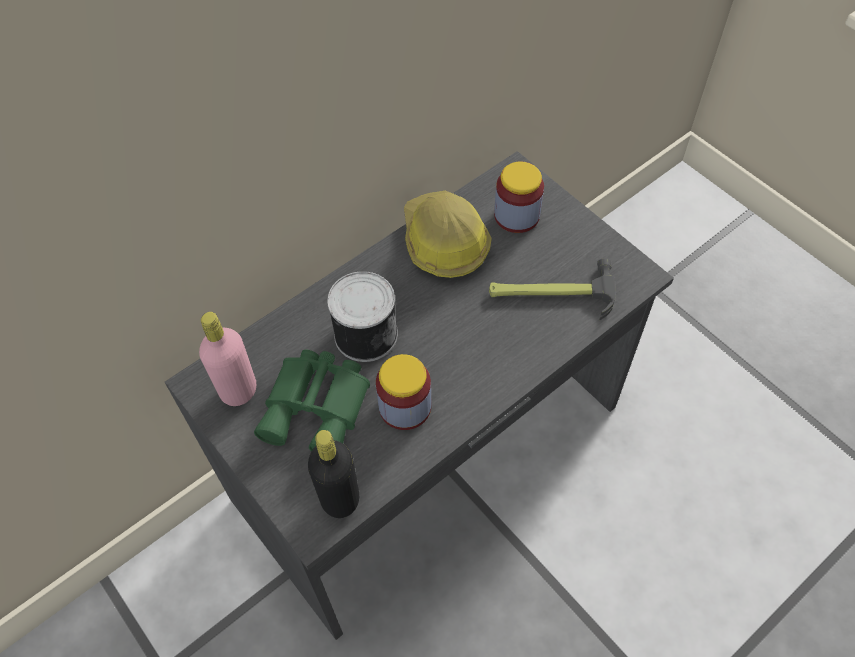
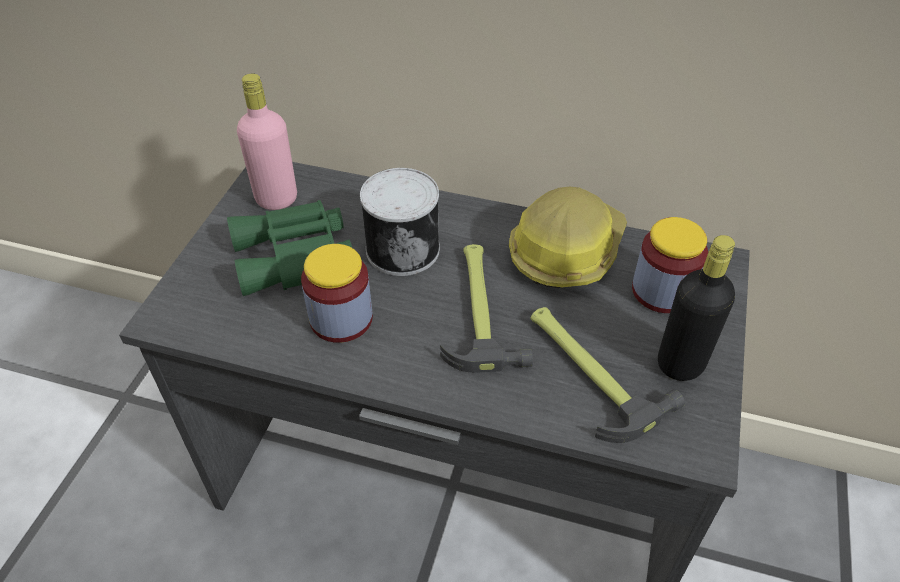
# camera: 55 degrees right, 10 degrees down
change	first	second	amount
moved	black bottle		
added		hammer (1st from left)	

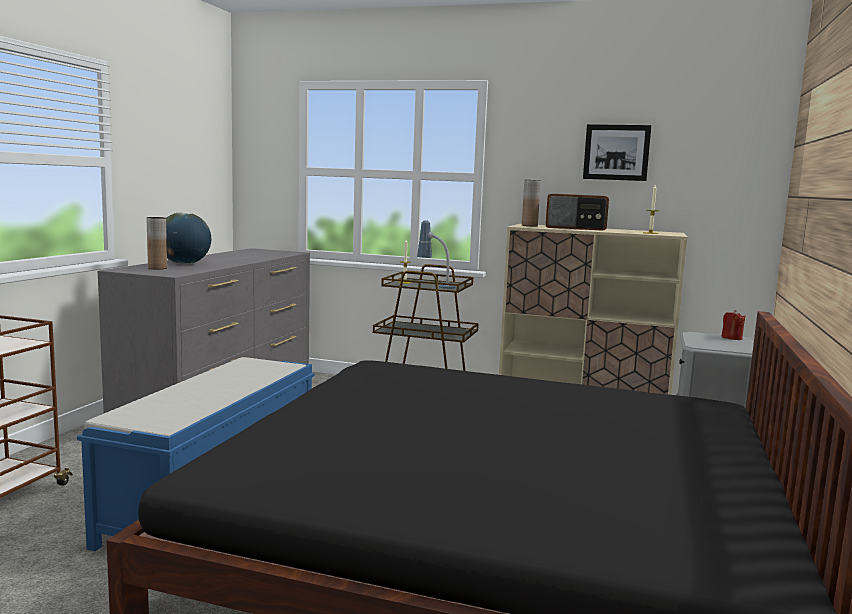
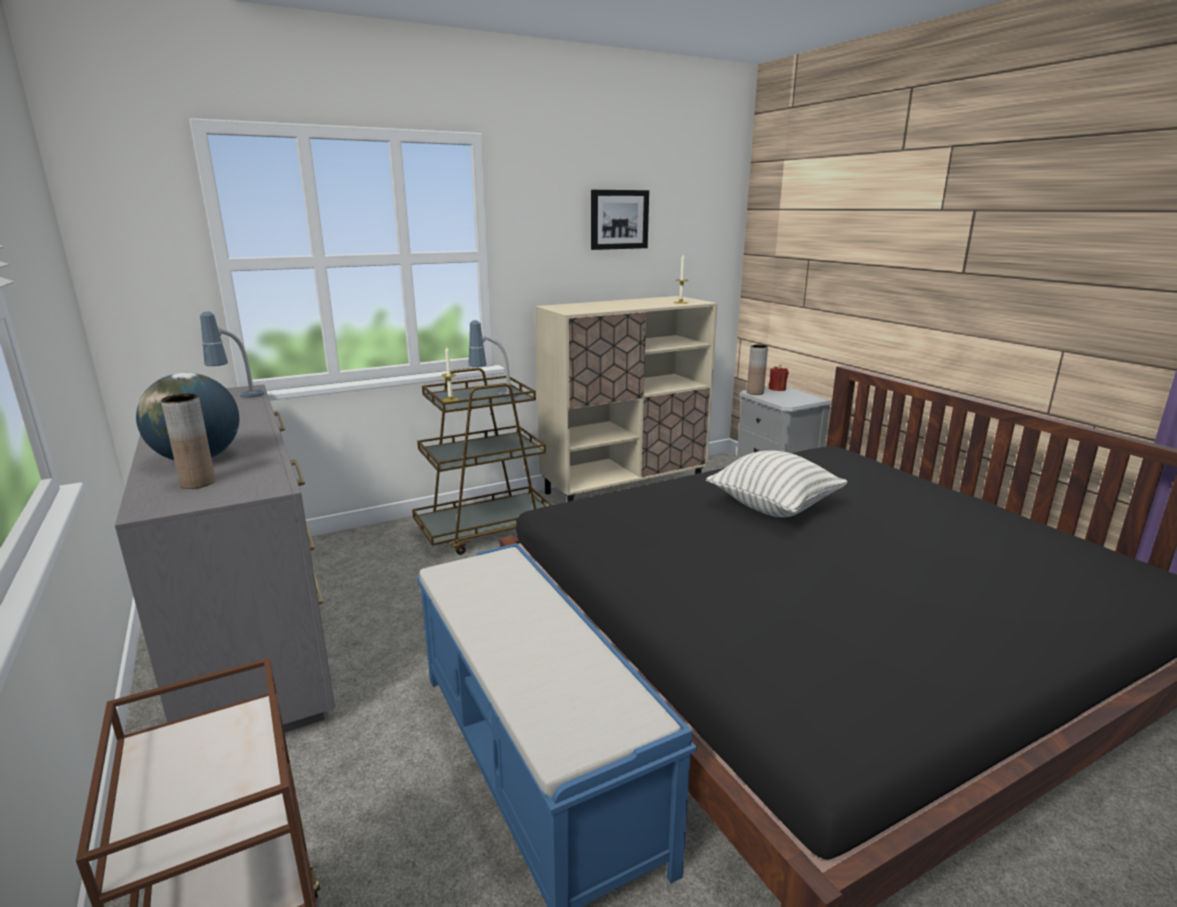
# camera: 45 degrees left, 10 degrees up
change	first	second	amount
moved	brown vase (2nd from left)		
removed	radio		
added		table lamp (1st from left)	
added		pillow	

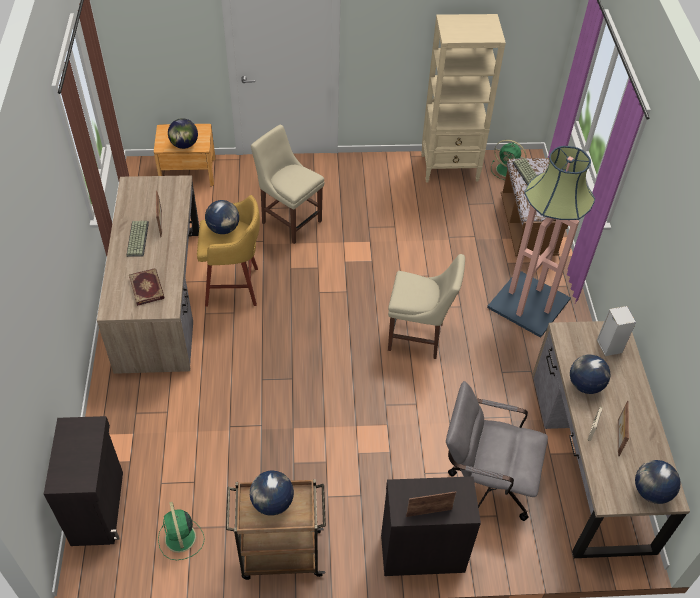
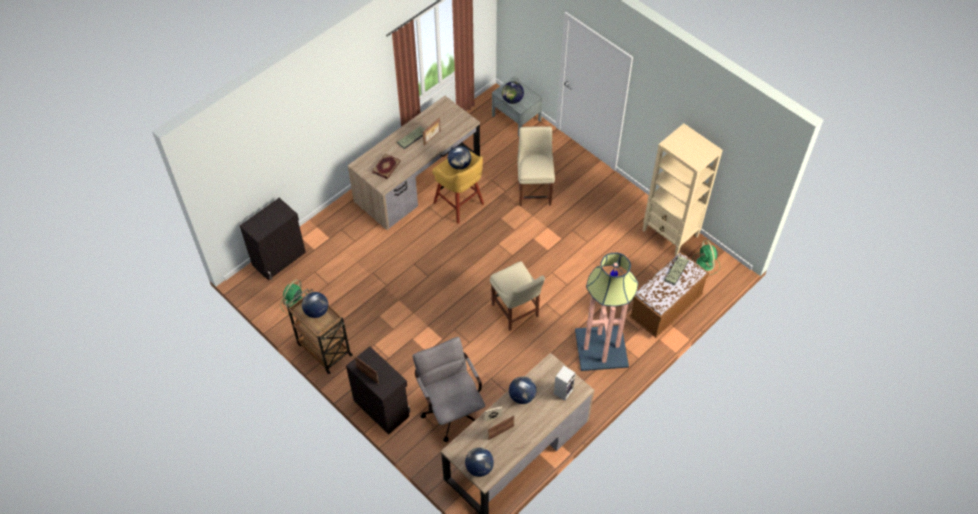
# camera: 50 degrees right, 5 degrees up
change	first	second	amount
recoloured	brown nightstand	grey nightstand	

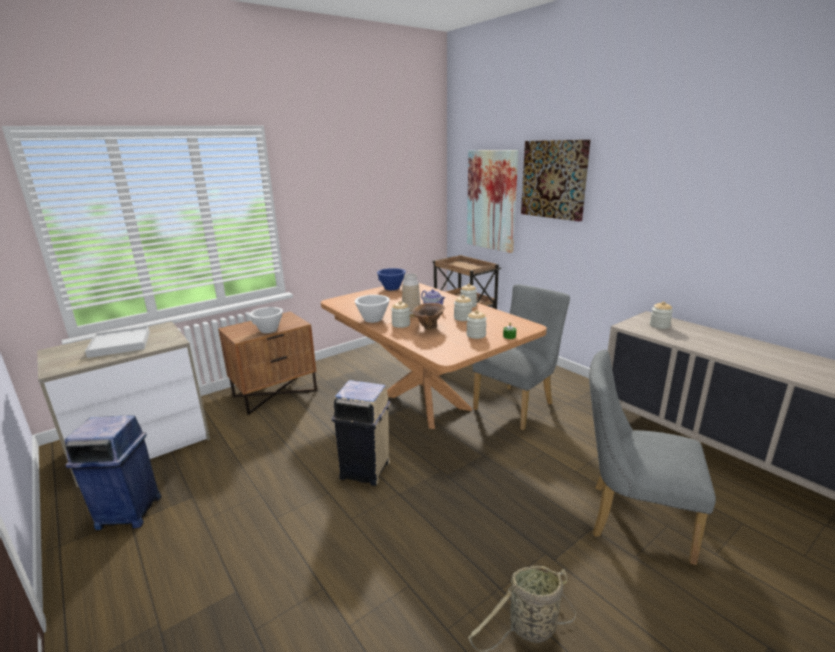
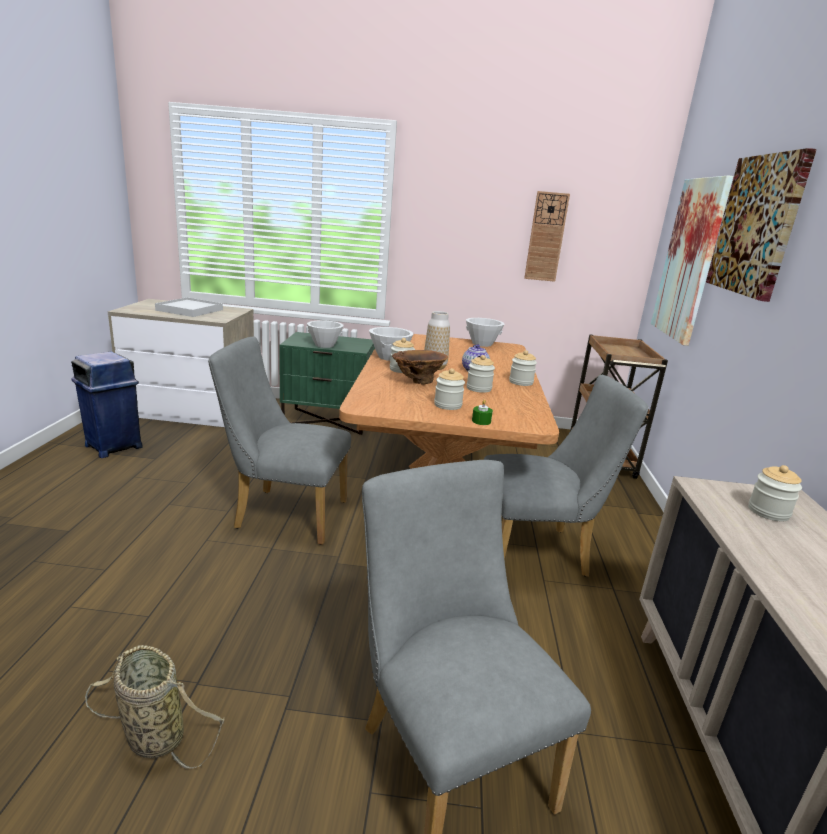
# camera: 40 degrees right, 0 degrees up
change	first	second	amount
recoloured	brown nightstand	green nightstand	
replaced	beige trash can	grey chair (1st from left)	
recoloured	blue bowl	white bowl (3rd from left)	
added		wall clock	

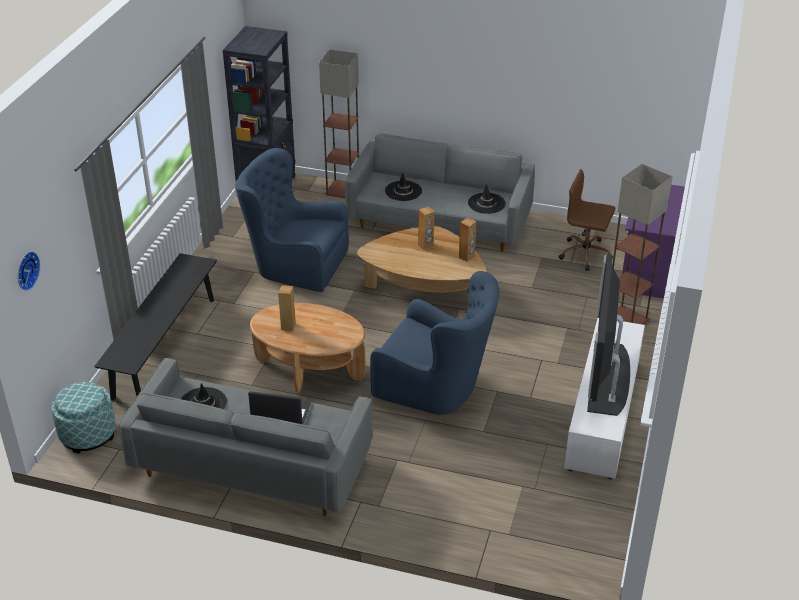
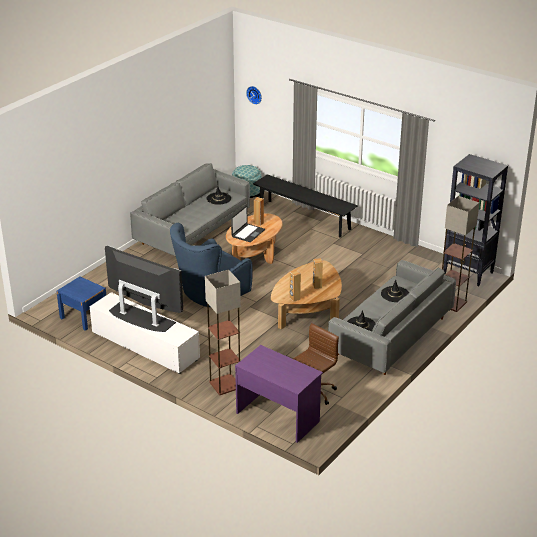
# camera: 110 degrees right, 5 degrees down
change	first	second	amount
removed	blue armchair (1st from left)		
moved	laptop		
added		blue nightstand	

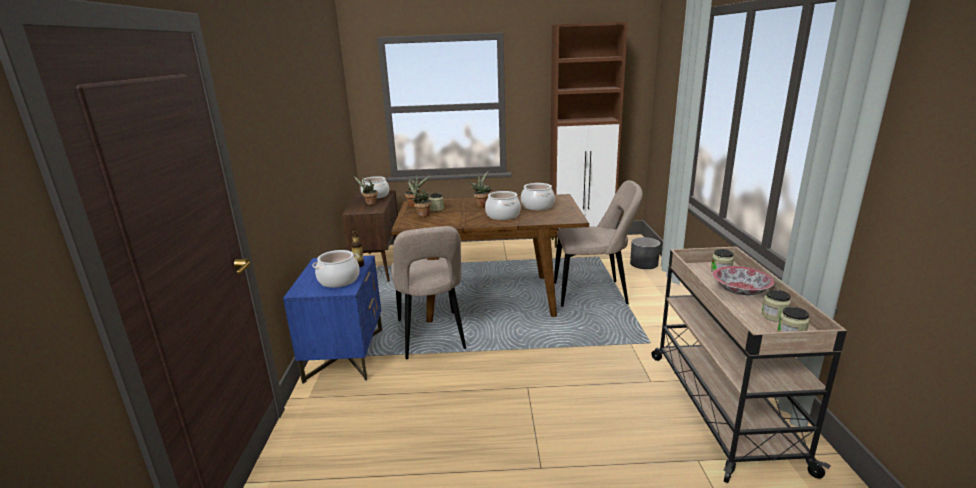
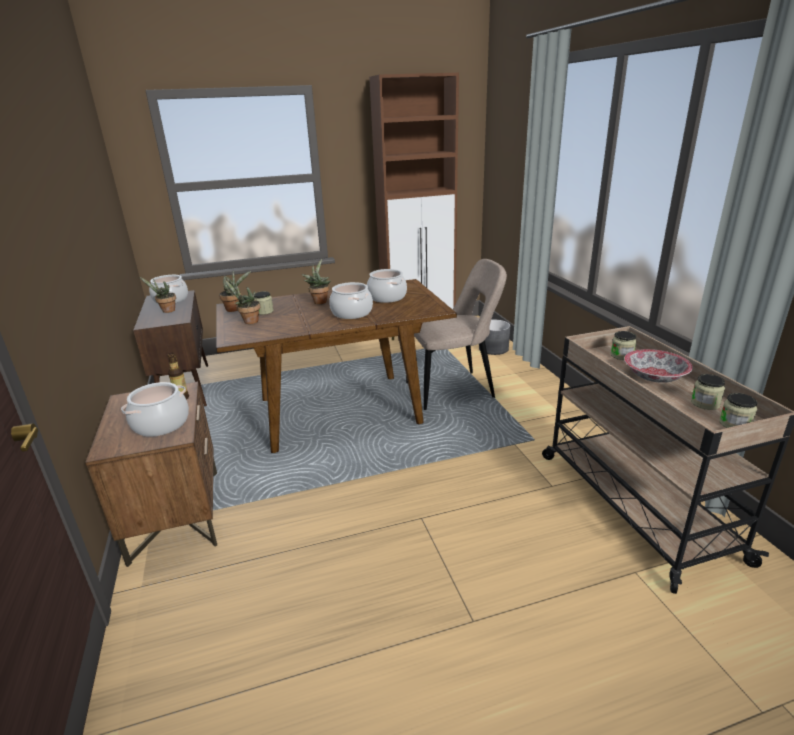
# camera: 15 degrees left, 5 degrees up
change	first	second	amount
recoloured	blue nightstand	brown nightstand	
removed	beige chair (1st from left)		

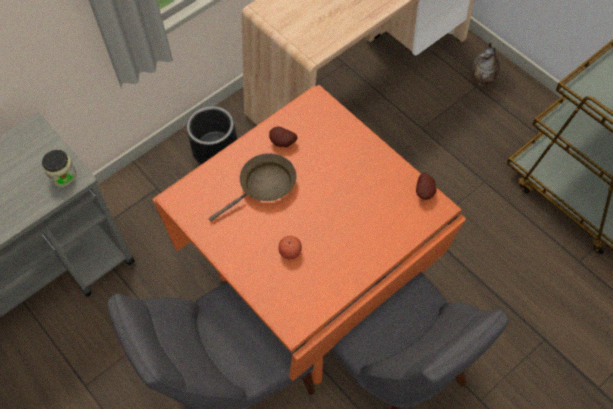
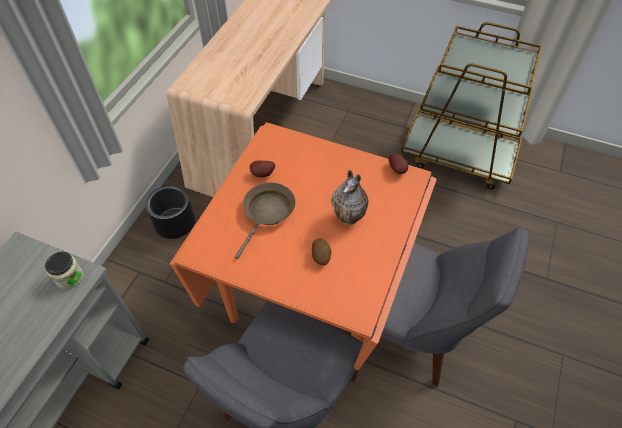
# camera: 30 degrees left, 5 degrees down
change	first	second	amount
replaced	apple	potato (2nd from left)	
moved	vase		

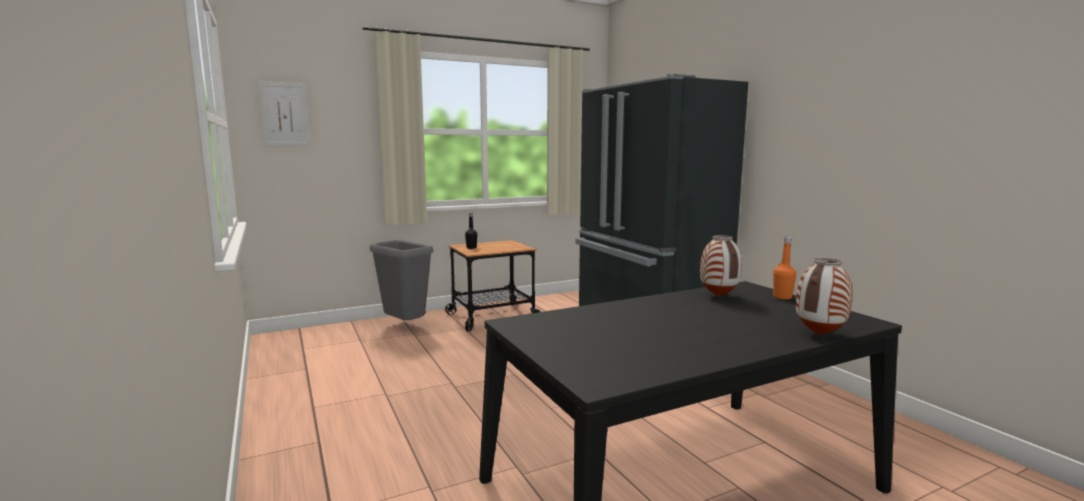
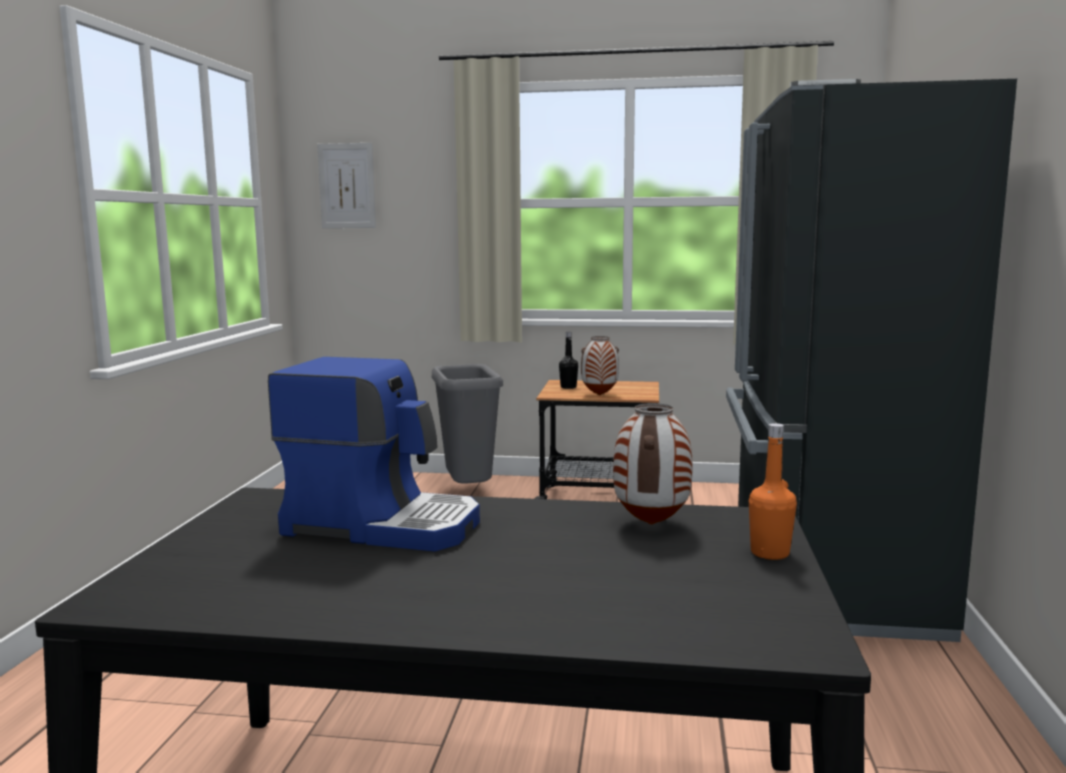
# camera: 35 degrees right, 0 degrees up
change	first	second	amount
moved	vase (2nd from left in the first image)	vase (1st from left)	
added		coffee machine	

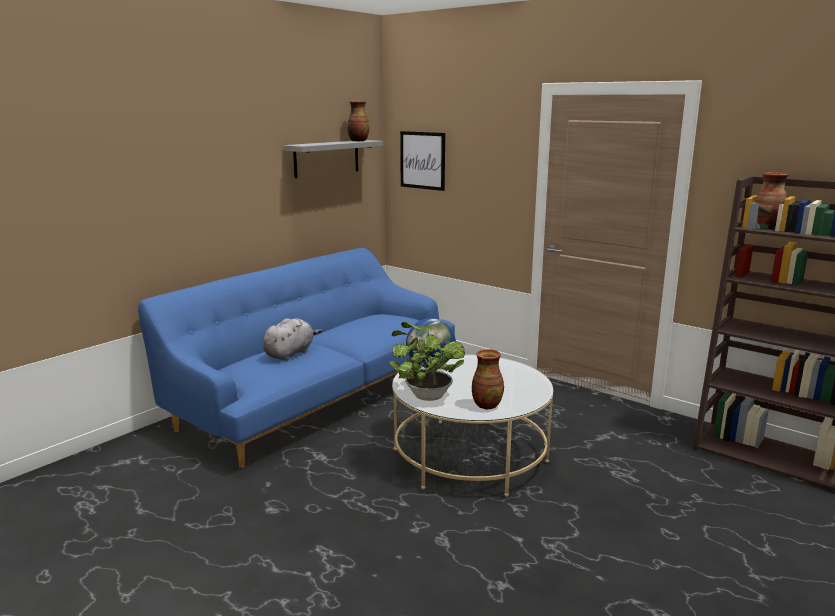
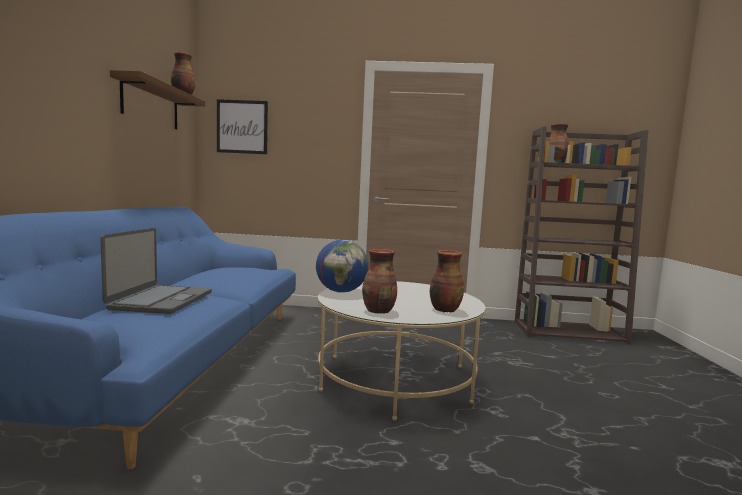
# camera: 35 degrees left, 10 degrees down
change	first	second	amount
replaced	grey plush toy	laptop	
recoloured	grey shelf	brown shelf	
replaced	potted plant	vase (2nd from left)	

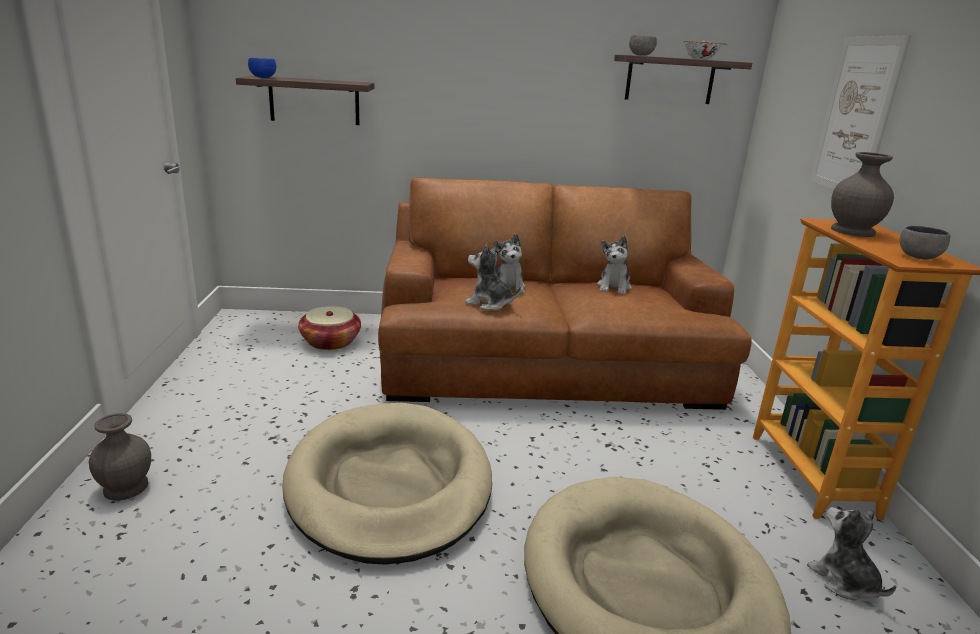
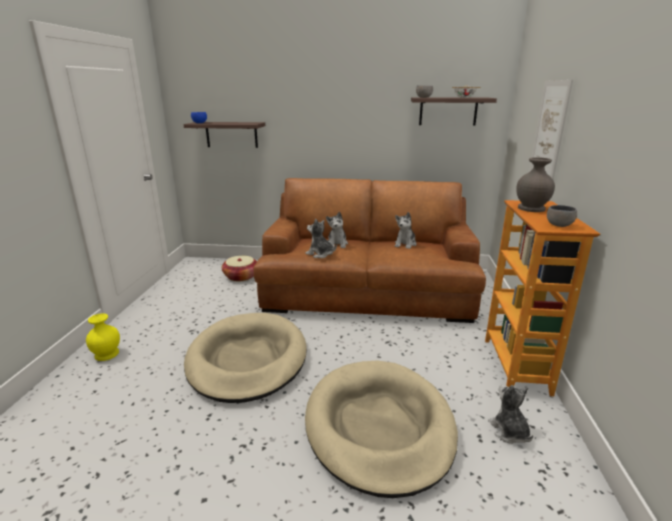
# camera: 10 degrees right, 0 degrees up
change	first	second	amount
recoloured	grey vase (1st from left)	yellow vase	

